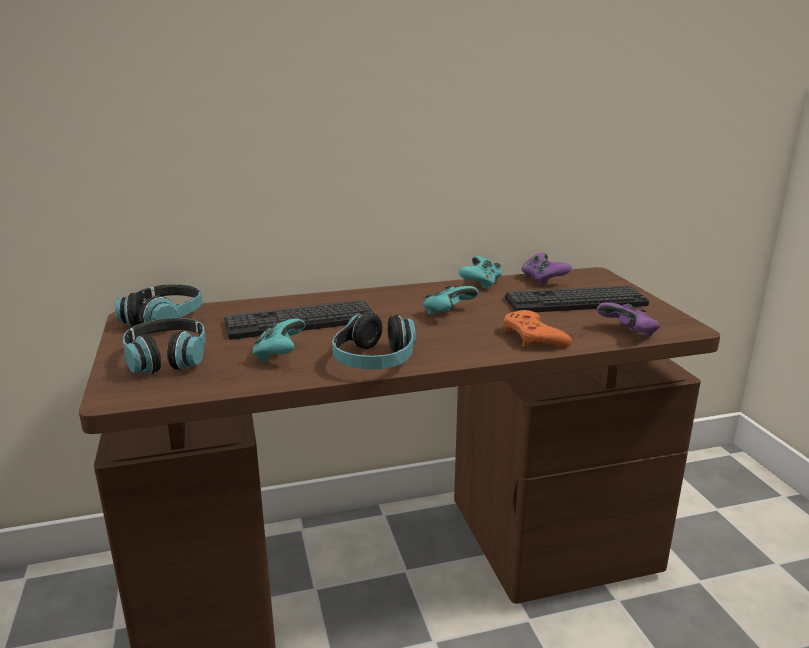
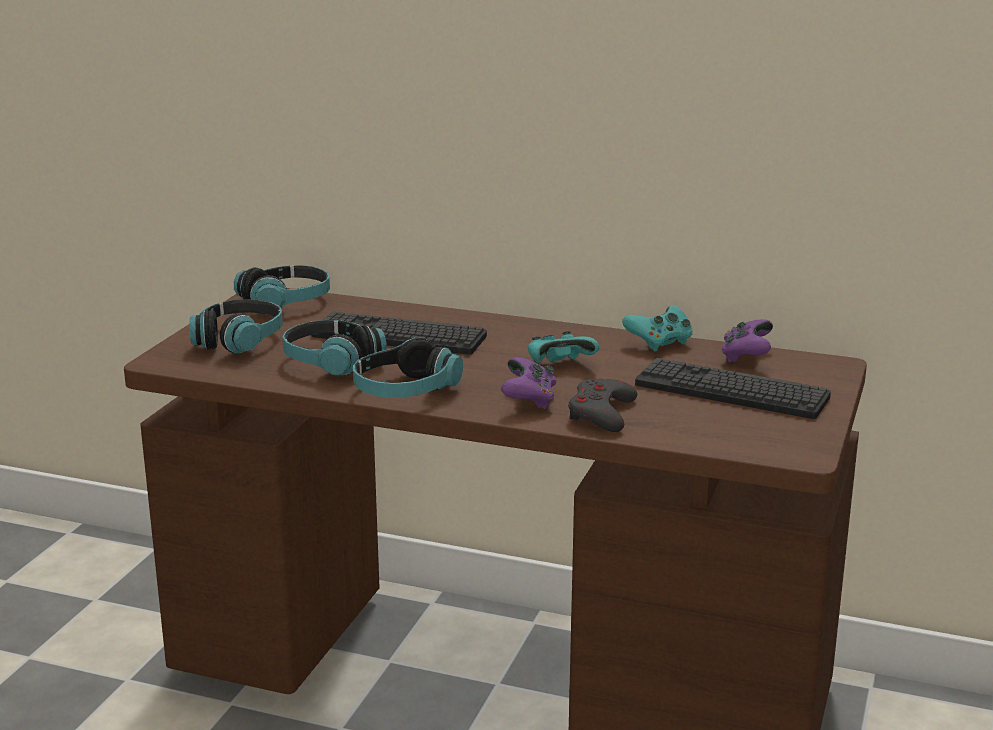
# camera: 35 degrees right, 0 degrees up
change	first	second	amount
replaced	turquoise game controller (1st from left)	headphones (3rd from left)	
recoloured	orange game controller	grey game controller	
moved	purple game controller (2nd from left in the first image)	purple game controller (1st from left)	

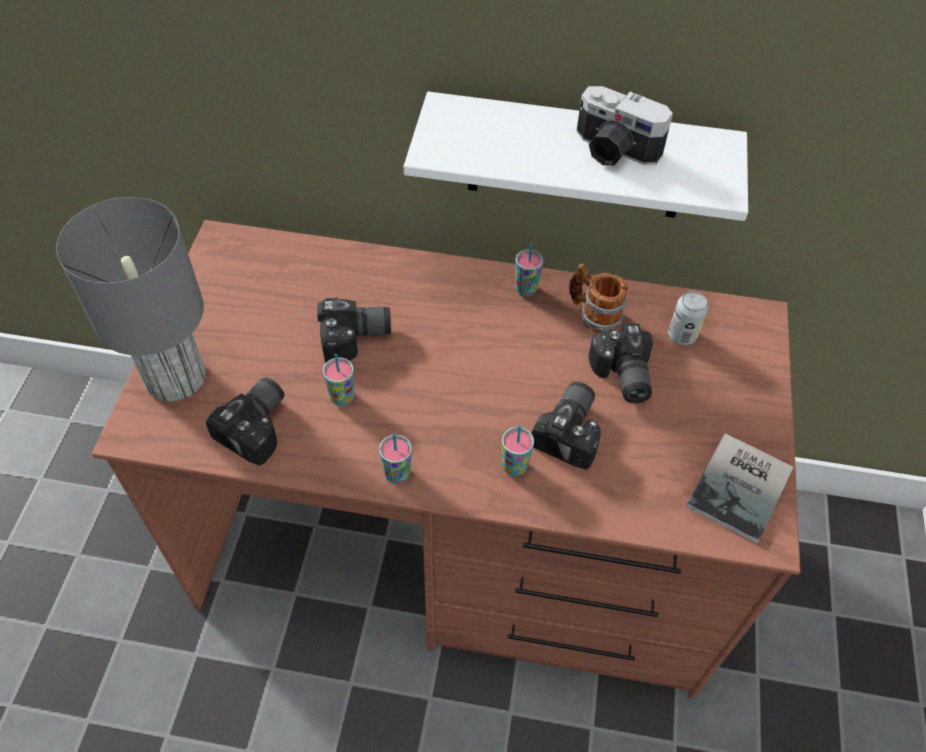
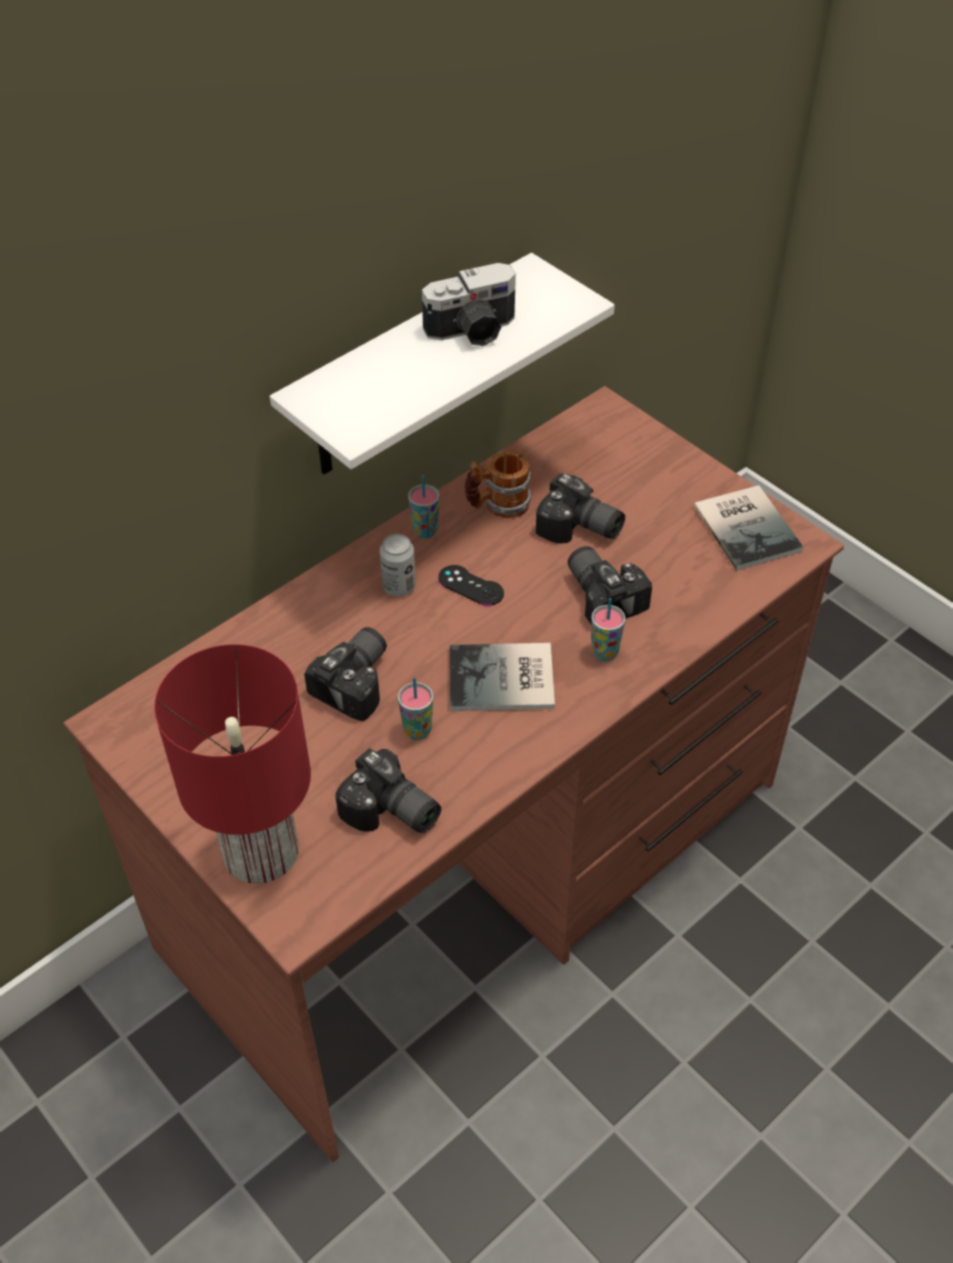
# camera: 50 degrees left, 5 degrees down
change	first	second	amount
recoloured	grey table lamp	red table lamp	
turned	photo camera (1st from left in the first image)	photo camera (2nd from left)	150 degrees clockwise
removed	cup (2nd from left)		
moved	can		
added		black game controller	
added		book (1st from left)	

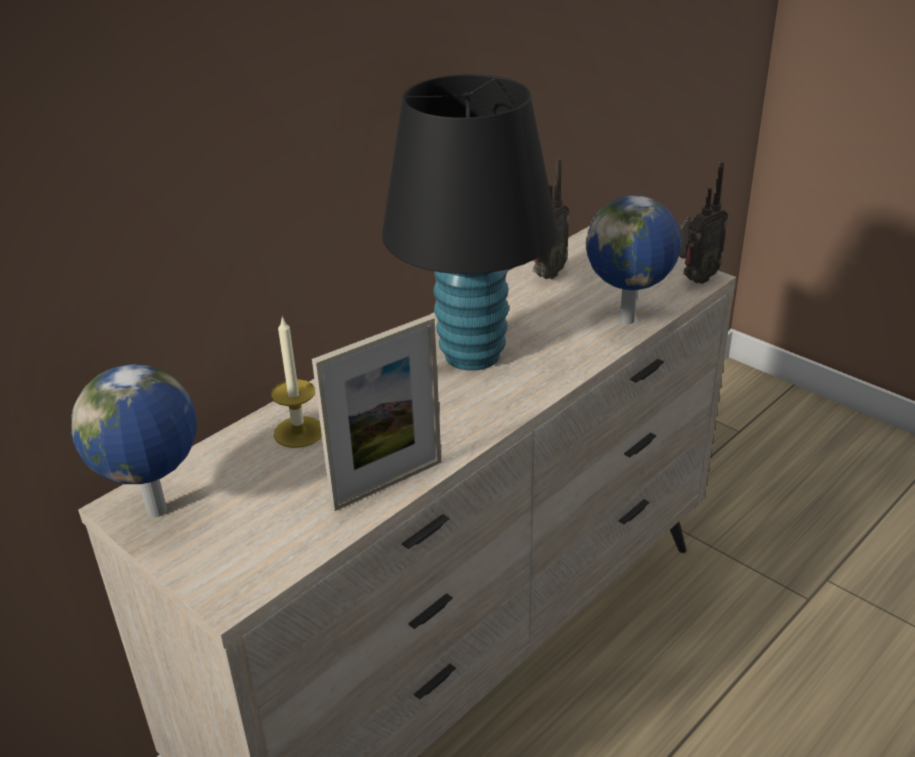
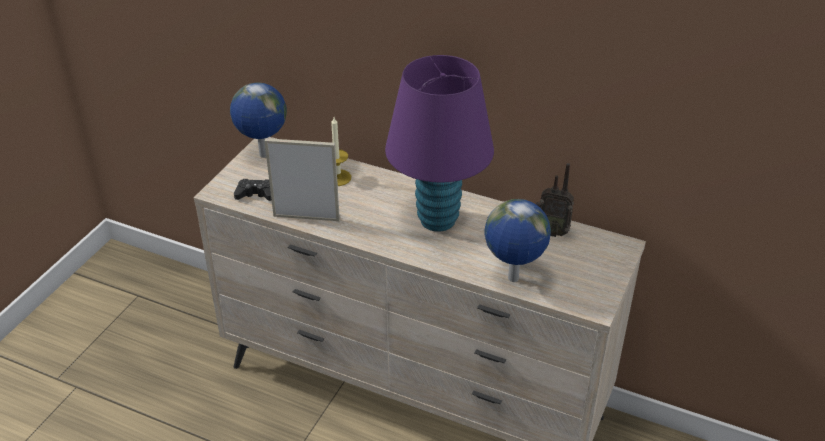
# camera: 70 degrees right, 5 degrees up
change	first	second	amount
turned	picture frame		150 degrees clockwise
recoloured	black table lamp	purple table lamp	
removed	radio (2nd from left)		
added		black game controller	

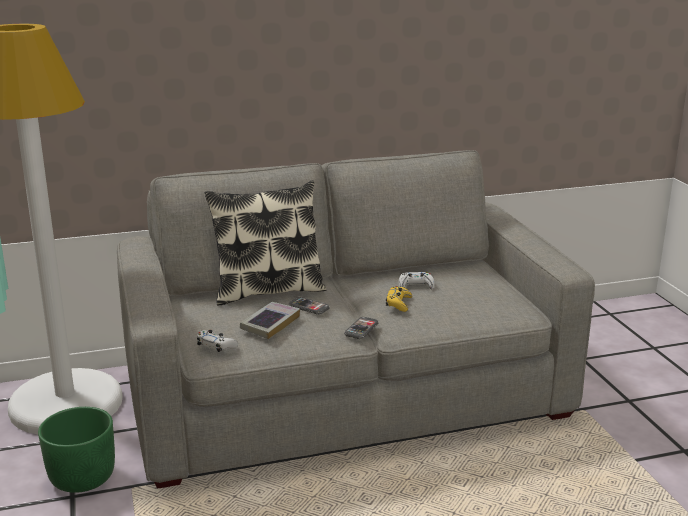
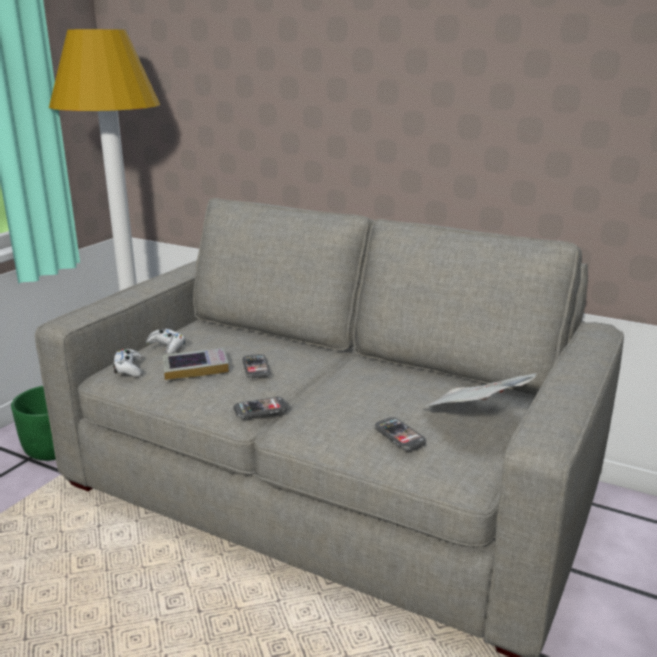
# camera: 45 degrees right, 0 degrees up
change	first	second	amount
removed	pillow		
removed	yellow game controller		
moved	white game controller (2nd from left)		
added		phone (3rd from left)	
added		newspaper	

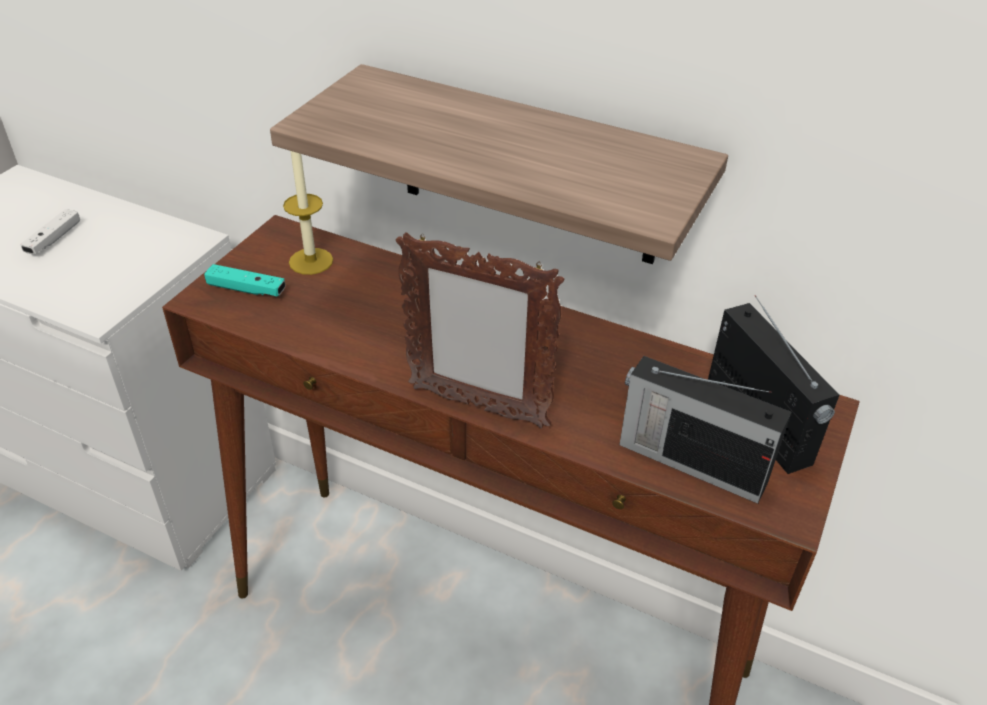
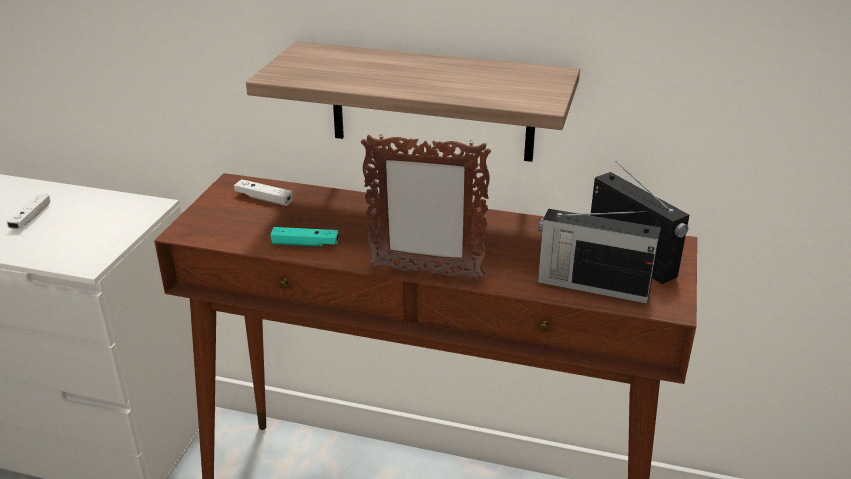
# camera: 10 degrees left, 10 degrees down
change	first	second	amount
moved	turquoise game controller		
replaced	candle	white game controller (2nd from left)	

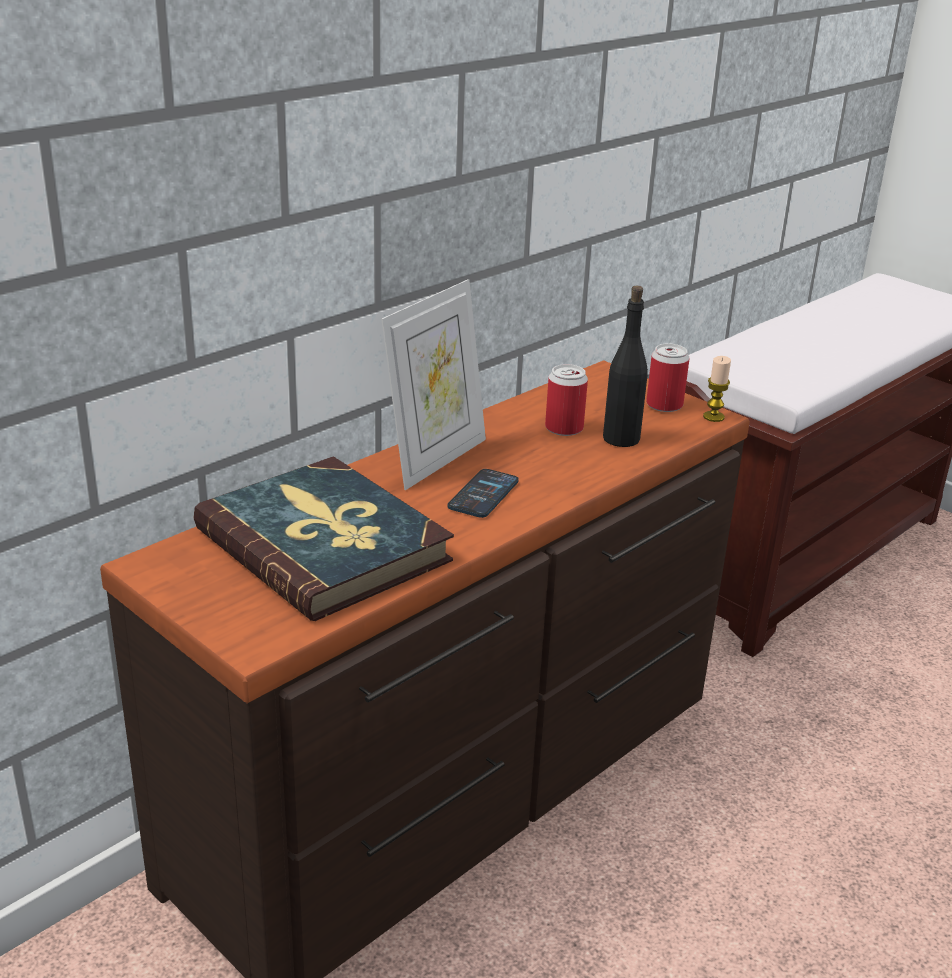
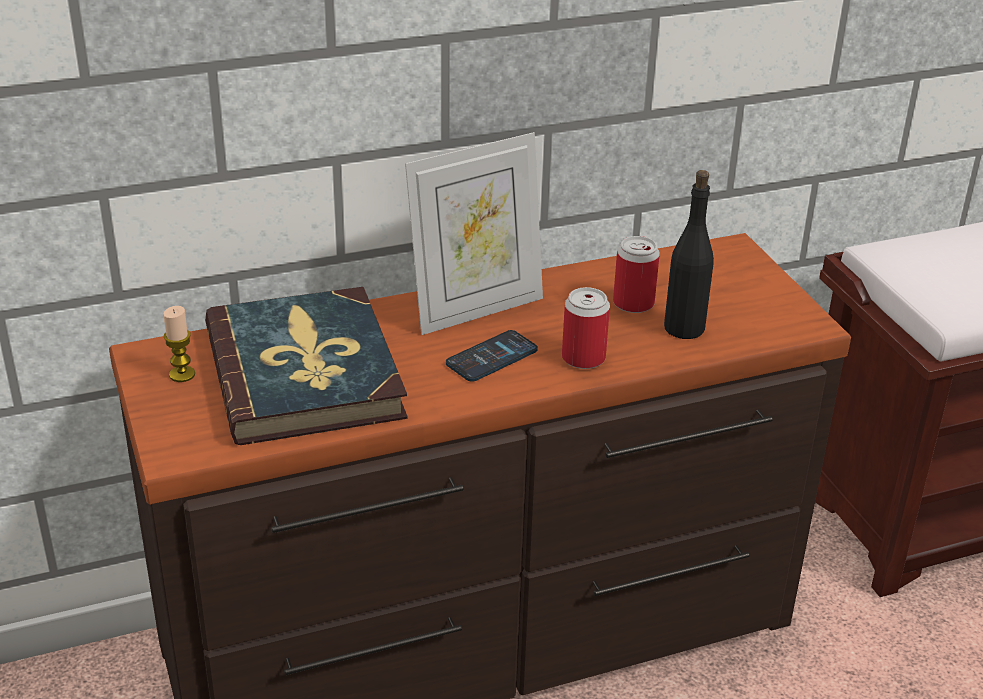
# camera: 25 degrees right, 5 degrees up
change	first	second	amount
moved	can (2nd from left in the first image)	can (1st from left)	
moved	candle		

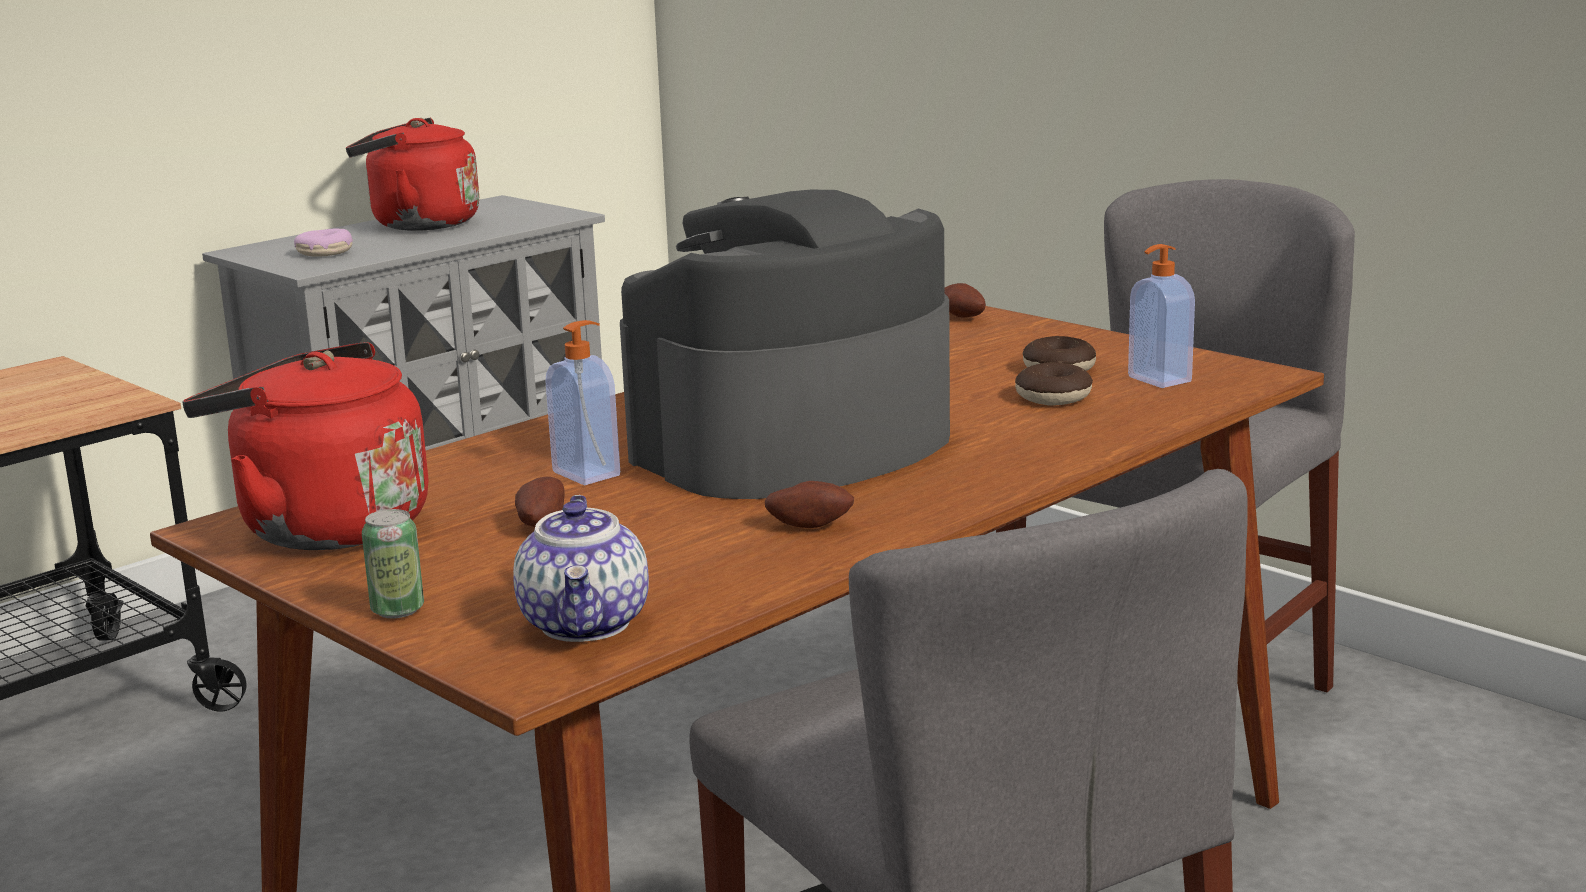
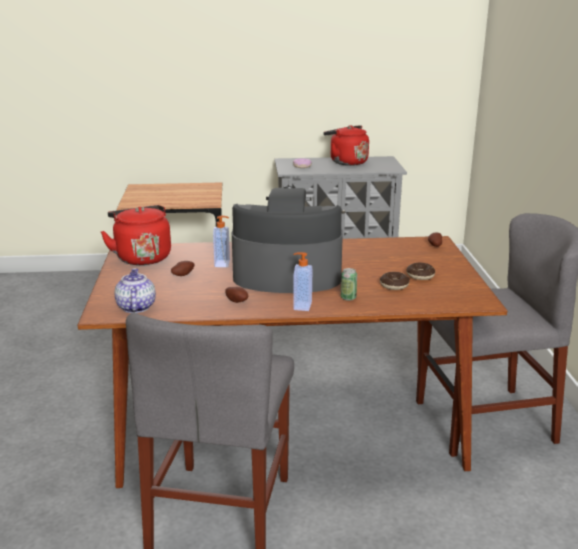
# camera: 40 degrees right, 5 degrees up
change	first	second	amount
moved	can		
turned	teapot		135 degrees clockwise
moved	soap dispenser (2nd from left)		

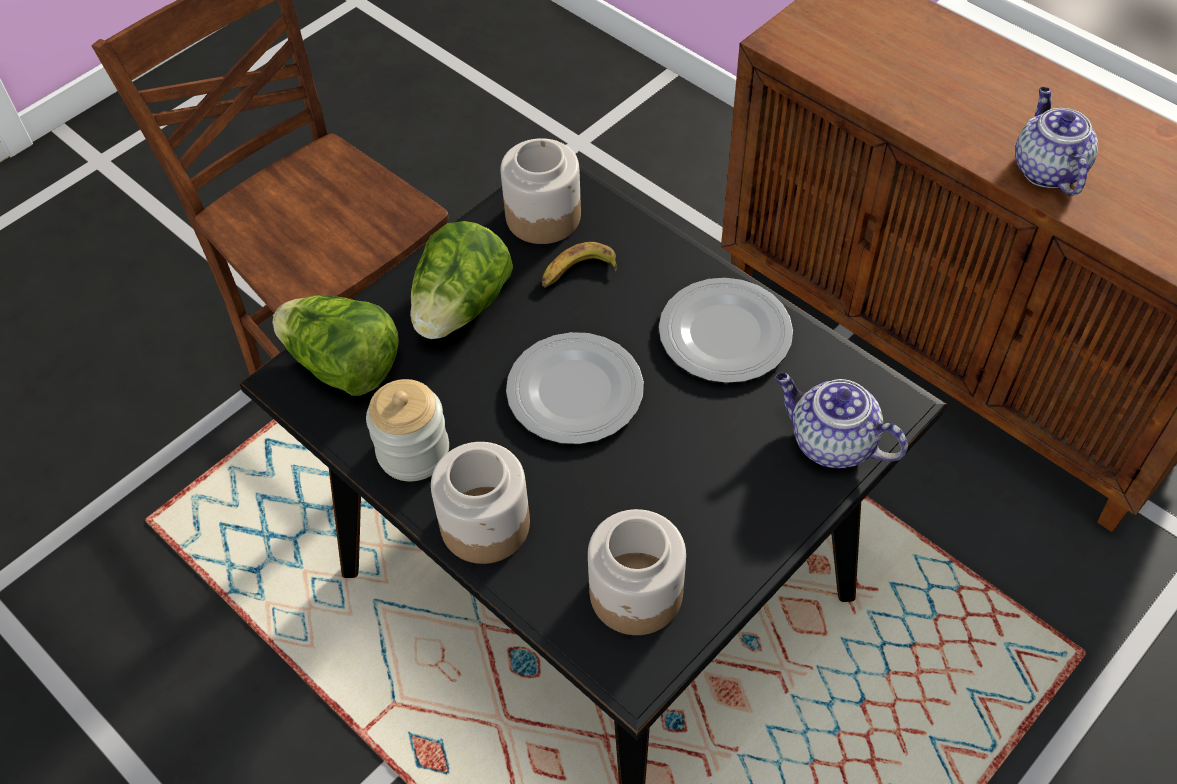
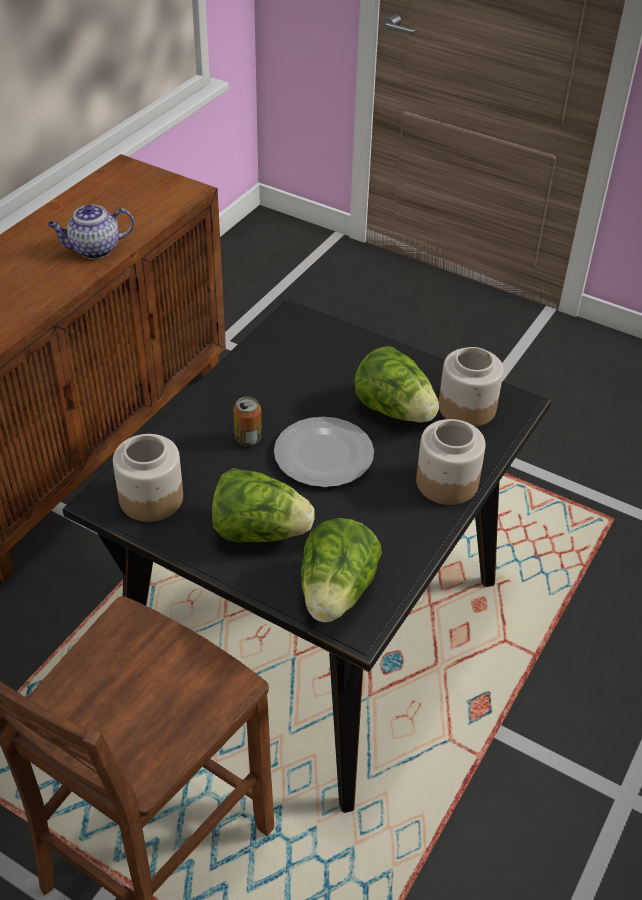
# camera: 105 degrees left, 10 degrees down
change	first	second	amount
removed	jar (1st from left)		
removed	banana		
removed	plate (2nd from left)		
removed	teapot (1st from left)		
added		can	
added		lettuce (3rd from left)	

